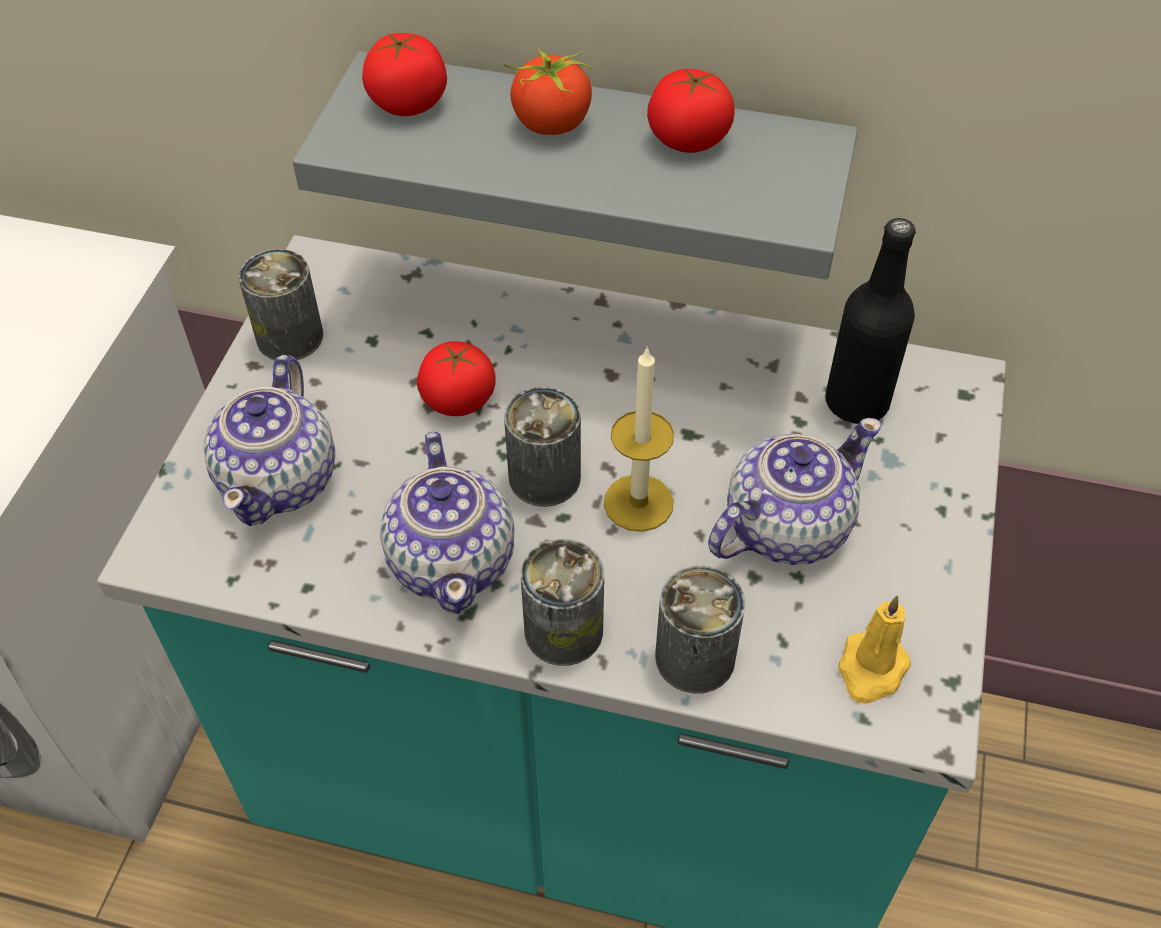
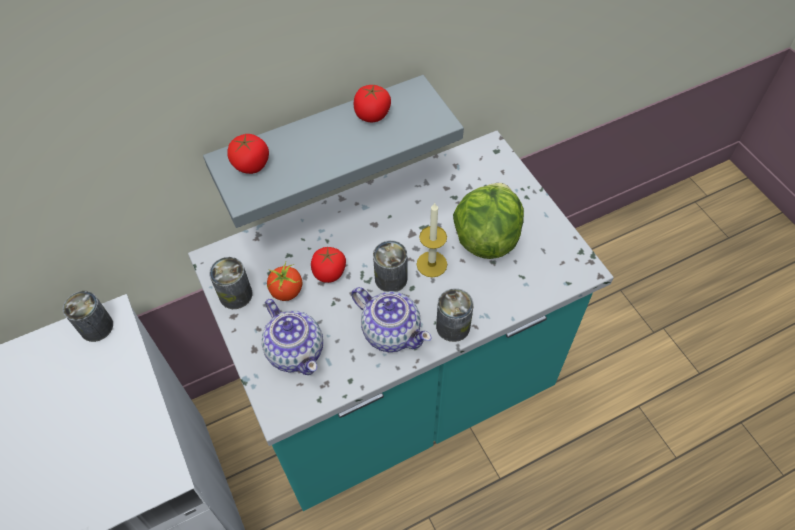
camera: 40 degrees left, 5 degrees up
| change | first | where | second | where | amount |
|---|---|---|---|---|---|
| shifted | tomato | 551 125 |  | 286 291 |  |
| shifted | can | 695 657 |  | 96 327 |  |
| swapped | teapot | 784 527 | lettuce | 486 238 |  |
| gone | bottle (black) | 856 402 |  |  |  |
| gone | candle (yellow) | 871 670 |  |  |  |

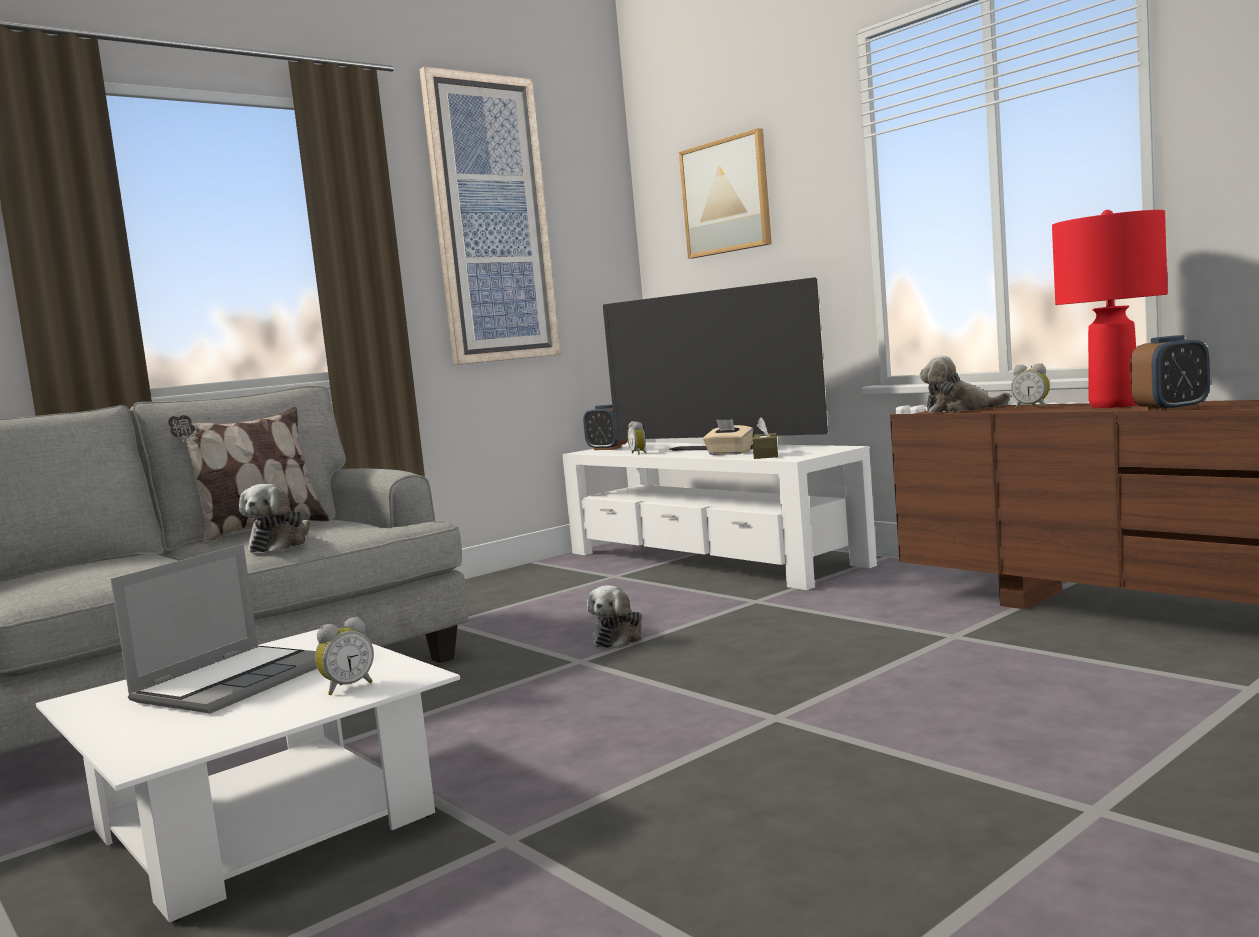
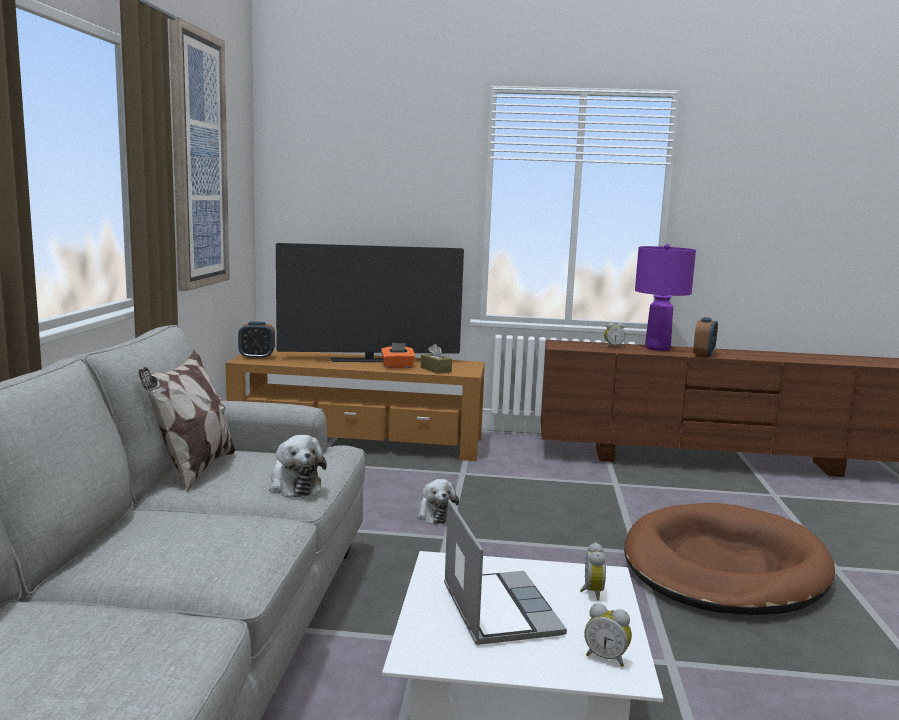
camera: 45 degrees left, 5 degrees up
| change | first | where | second | where | amount |
|---|---|---|---|---|---|
| repainted | tv stand (white) | 709 559 | tv stand (brown) | 358 441 |  |
| shifted | alarm clock | 639 453 |  | 606 657 |  |
| gone | picture | 726 196 |  |  |  |
| repainted | tissue box (beige) | 729 453 | tissue box (orange) | 397 366 |  |
| gone | plush toy | 959 409 |  |  |  |
| repainted | table lamp (red) | 1114 405 | table lamp (purple) | 657 348 |  |
| new |  |  | dog bed (brown) | 724 567 |  |

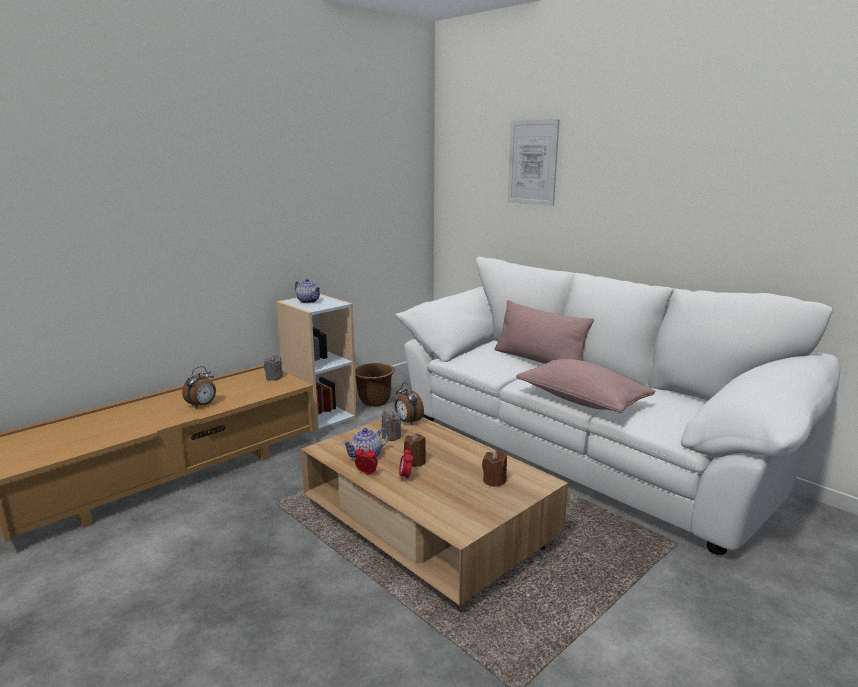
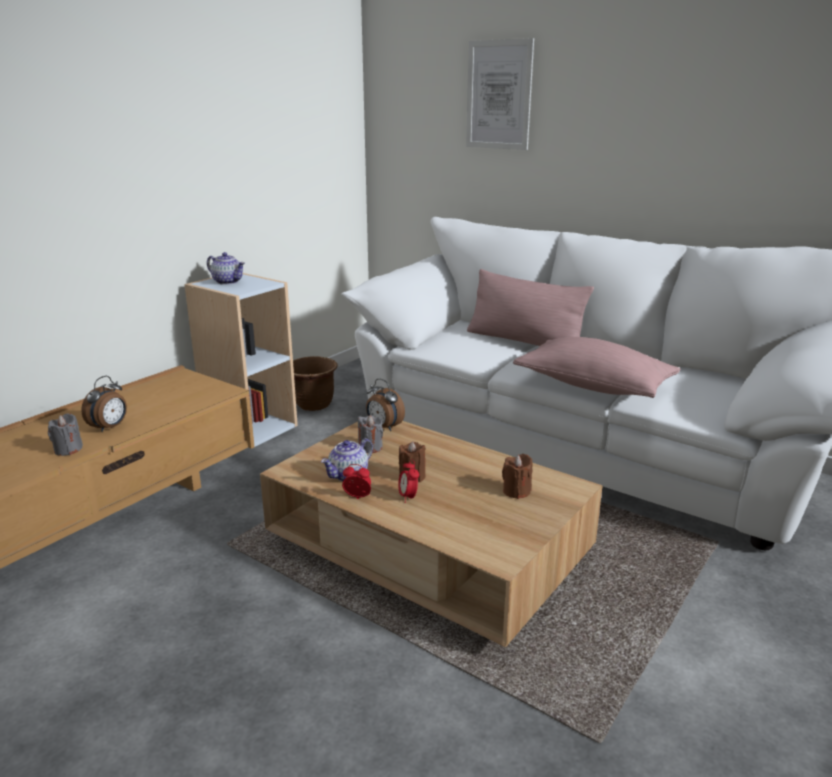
camera: 10 degrees left, 5 degrees up
| change | first | where | second | where | amount |
|---|---|---|---|---|---|
| shifted | candle (grey) | 274 377 |  | 68 450 |  |

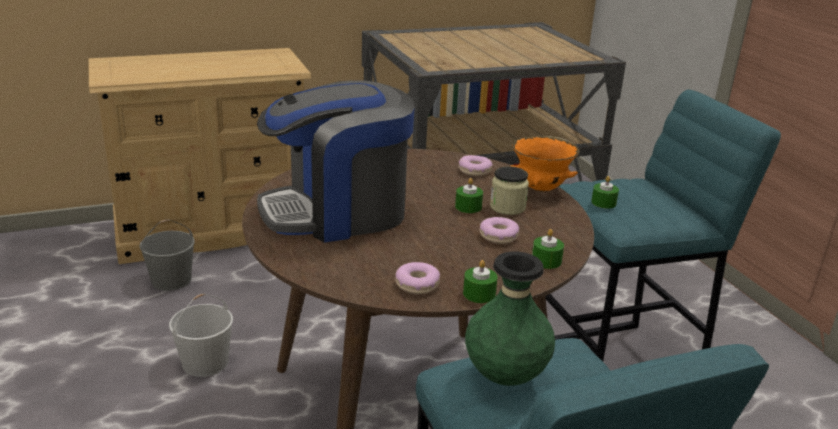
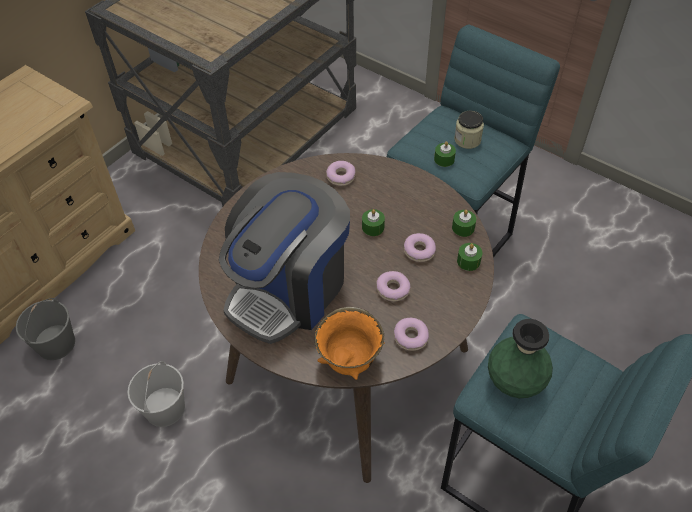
camera: 30 degrees left, 25 degrees up
| change | first | where | second | where | amount |
|---|---|---|---|---|---|
| shifted | candle (green) | 479 294 |  | 463 228 |  |
| shifted | jar | 507 207 |  | 467 140 |  |
| shifted | bowl (orange) | 541 188 |  | 350 361 |  |
| new |  |  | donut | 393 289 |  |

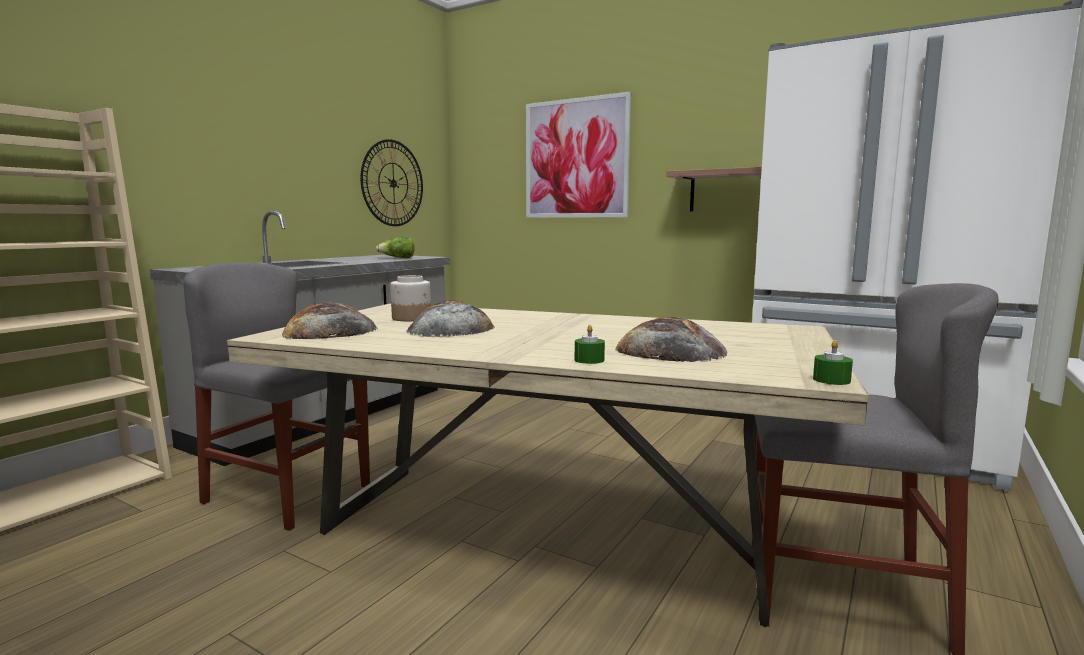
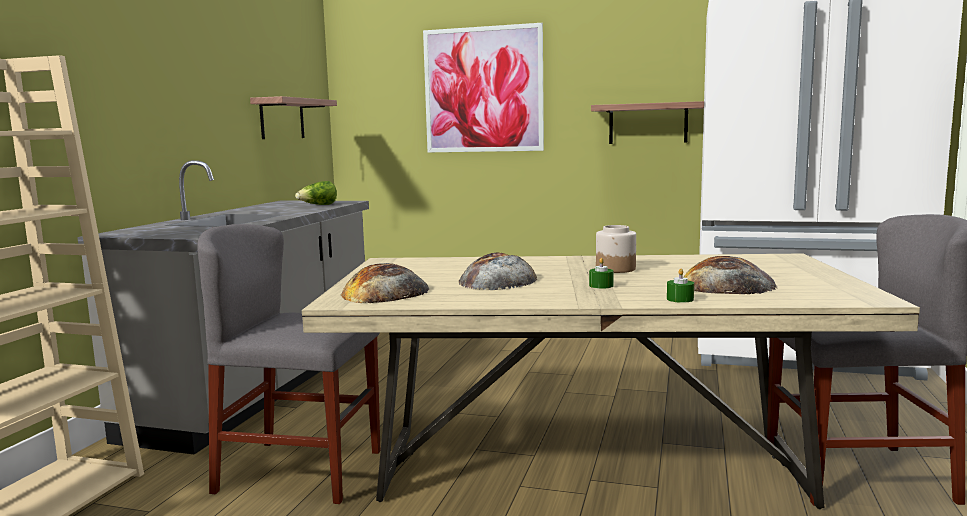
camera: 15 degrees left, 0 degrees up
| change | first | where | second | where | amount |
|---|---|---|---|---|---|
| swapped | wall clock | 393 183 | shelf | 282 119 |  |
| shifted | jar | 412 318 |  | 616 269 |  |
| shifted | candle (green) | 831 380 |  | 601 285 |  |

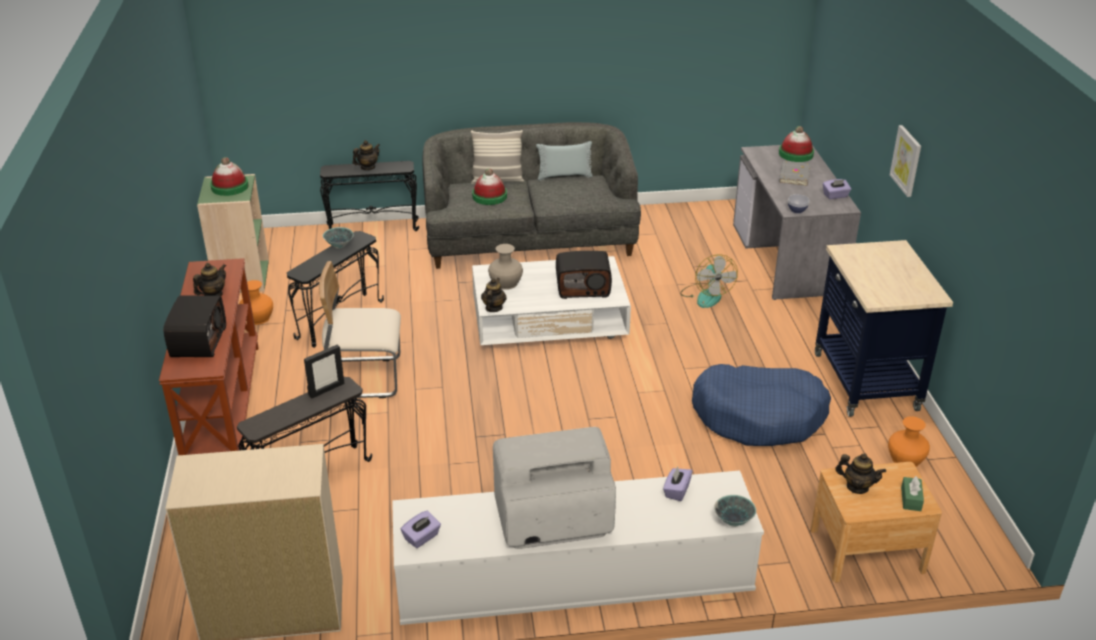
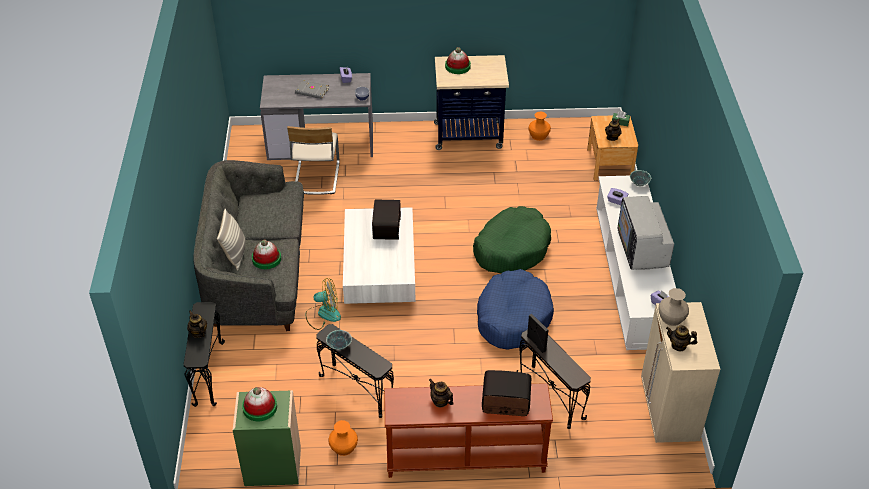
camera: 85 degrees left, 10 degrees up
| change | first | where | second | where | amount |
|---|---|---|---|---|---|
| shifted | chair (beige) | 361 378 |  | 316 177 |  |
| shifted | teapot | 493 308 |  | 679 345 |  |
| shifted | vase (beige) | 505 283 |  | 671 318 |  |
| gone | pillow (blue) | 564 176 |  |  |  |
| shifted | fan | 706 295 |  | 323 314 |  |
| shifted | dog bed (blue) | 759 416 |  | 513 317 |  |
| shifted | hat | 796 154 |  | 457 66 |  |
| gone | picture | 906 160 |  |  |  |
| new |  |  | dog bed (green) | 511 248 |  |

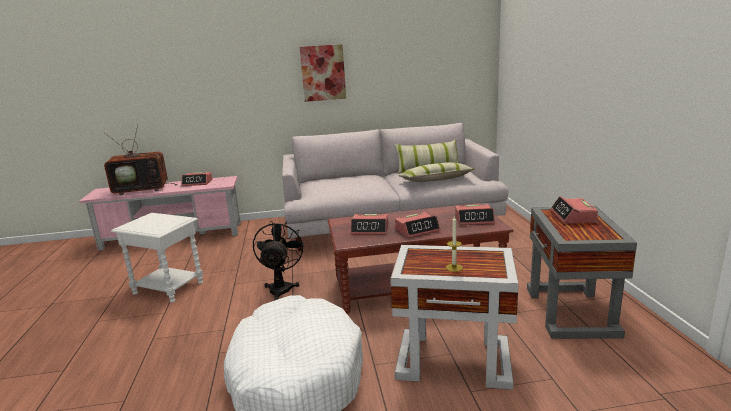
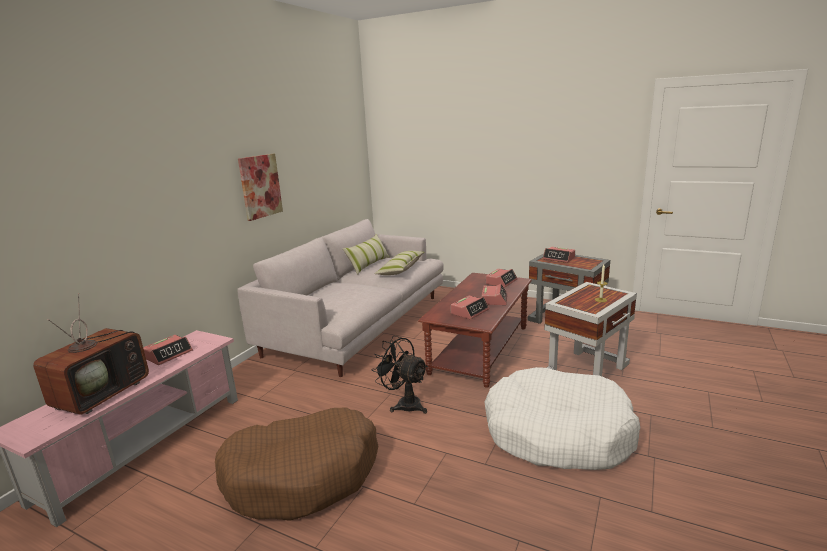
camera: 55 degrees left, 0 degrees up
| change | first | where | second | where | amount |
|---|---|---|---|---|---|
| swapped | side table (white) | 167 288 | dog bed (brown) | 303 474 |  |

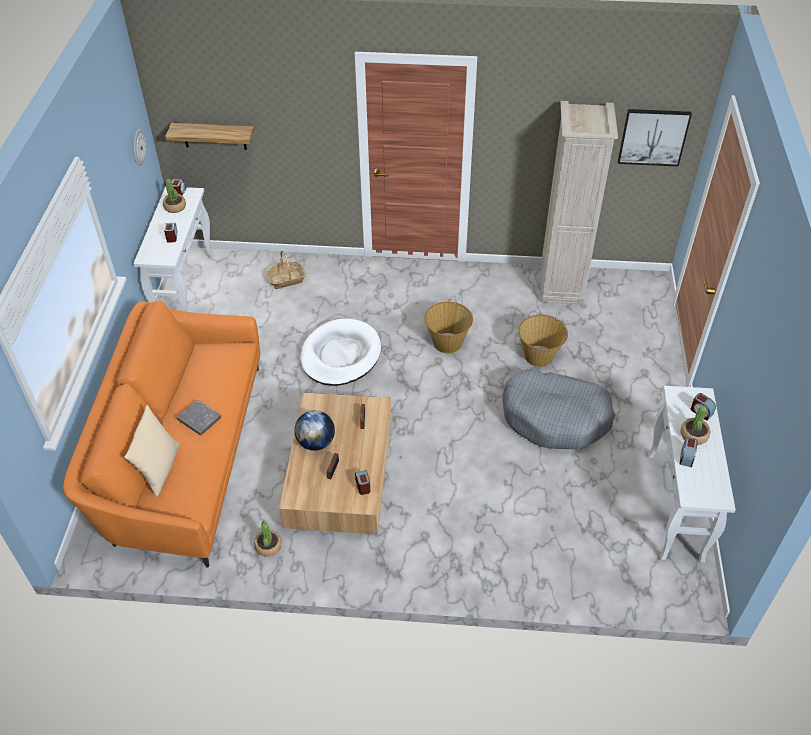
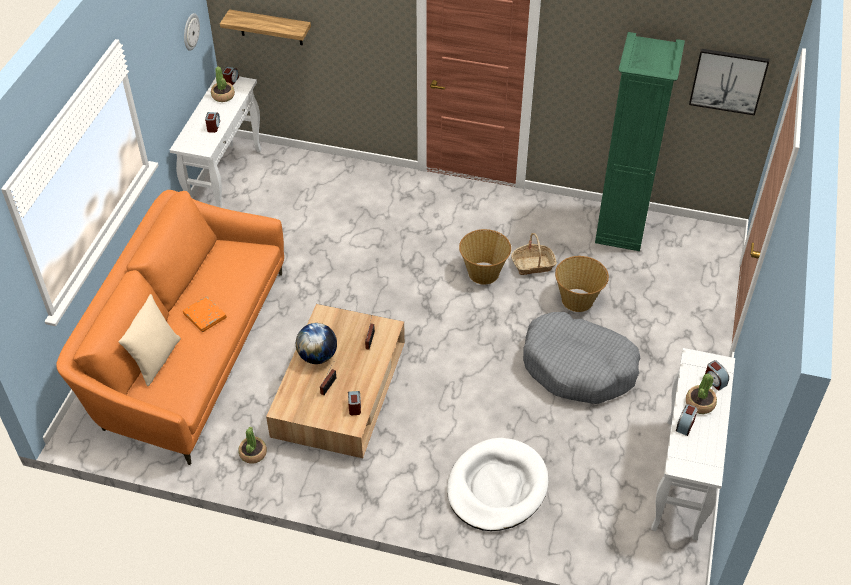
camera: 10 degrees right, 0 degrees up
| change | first | where | second | where | amount |
|---|---|---|---|---|---|
| repainted | book (grey) | 199 419 | book (orange) | 205 316 |  |
| shifted | basket | 287 279 |  | 533 265 |  |
| shifted | dog bed (white) | 340 355 |  | 496 487 |  |
| repainted | cabinet (beige) | 562 286 | cabinet (green) | 621 229 |  |

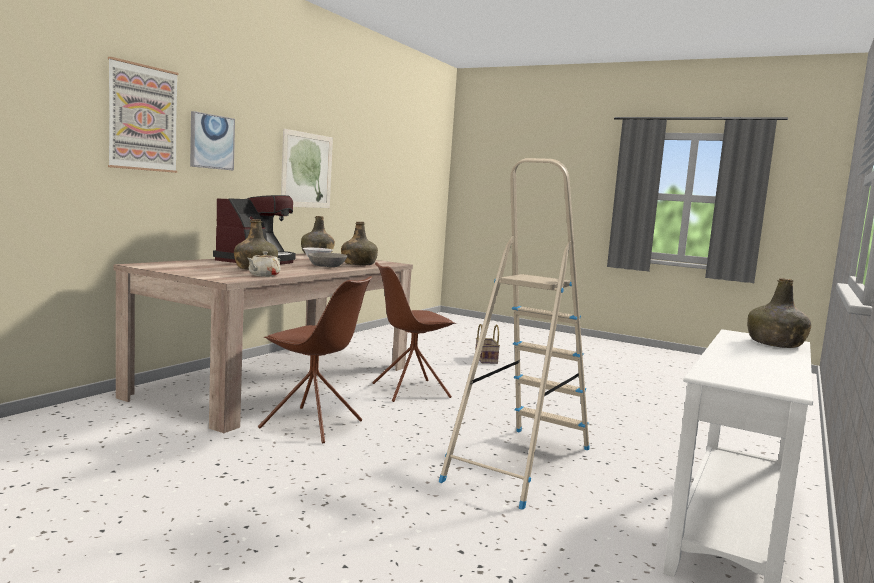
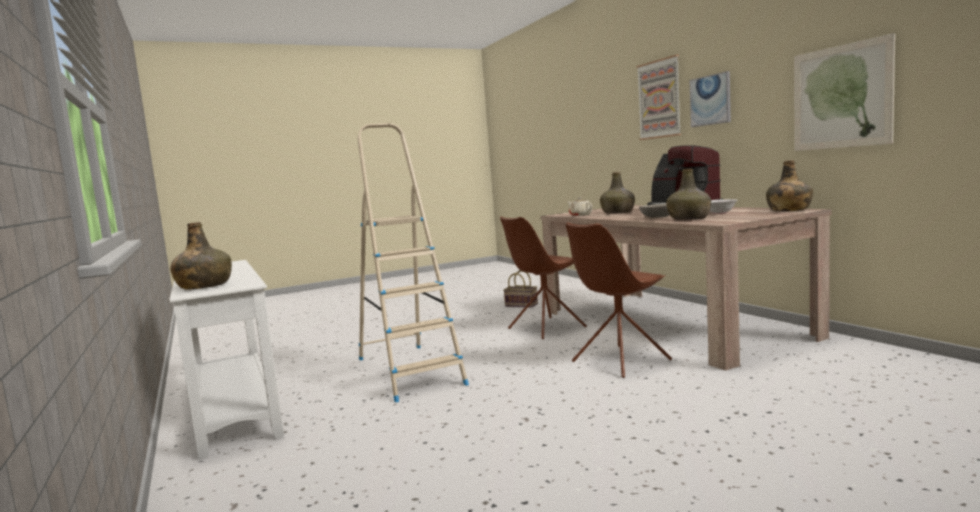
camera: 125 degrees right, 0 degrees up
| change | first | where | second | where | amount |
|---|---|---|---|---|---|
| rotated | chair (brown) | 409 390 |  | 619 361 | 135 degrees counterclockwise |
| shifted | basket | 485 359 |  | 522 305 |  |

